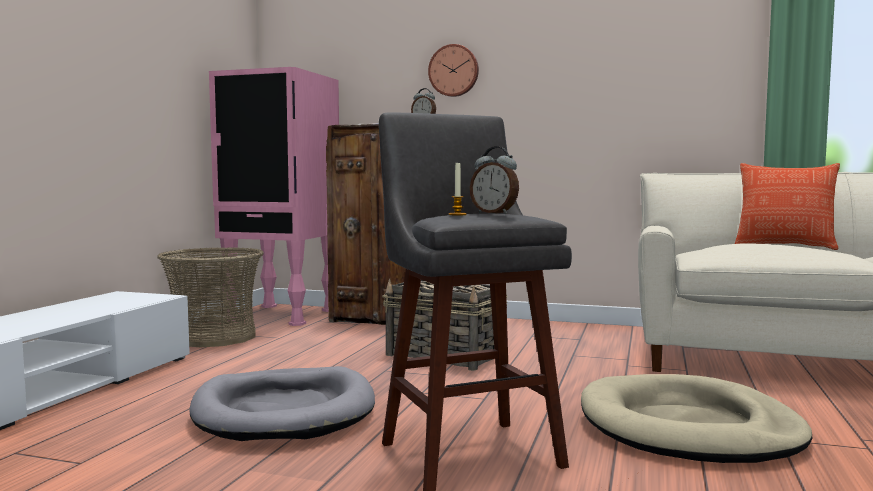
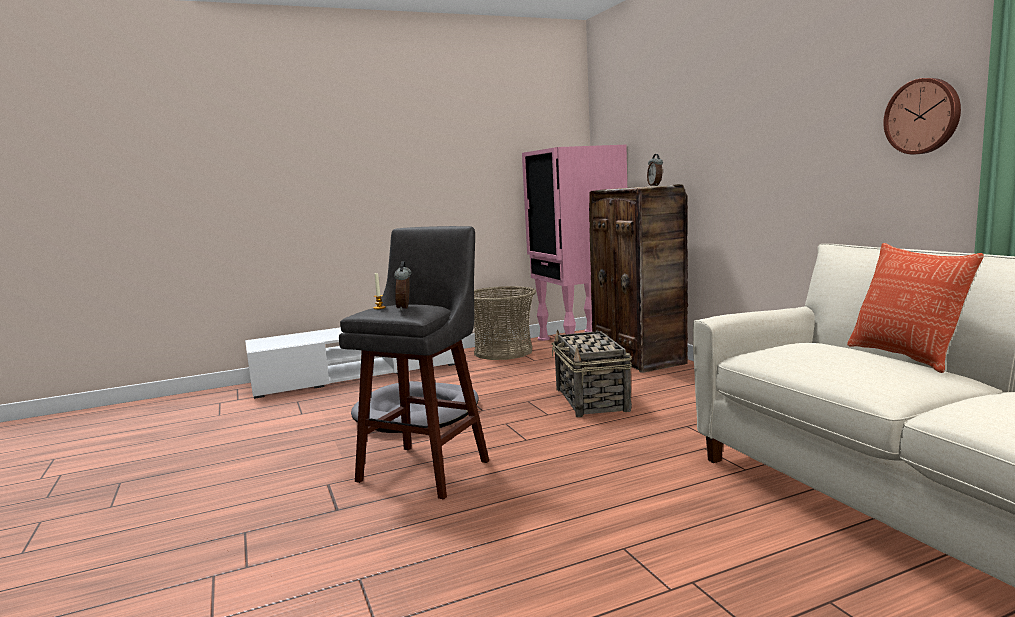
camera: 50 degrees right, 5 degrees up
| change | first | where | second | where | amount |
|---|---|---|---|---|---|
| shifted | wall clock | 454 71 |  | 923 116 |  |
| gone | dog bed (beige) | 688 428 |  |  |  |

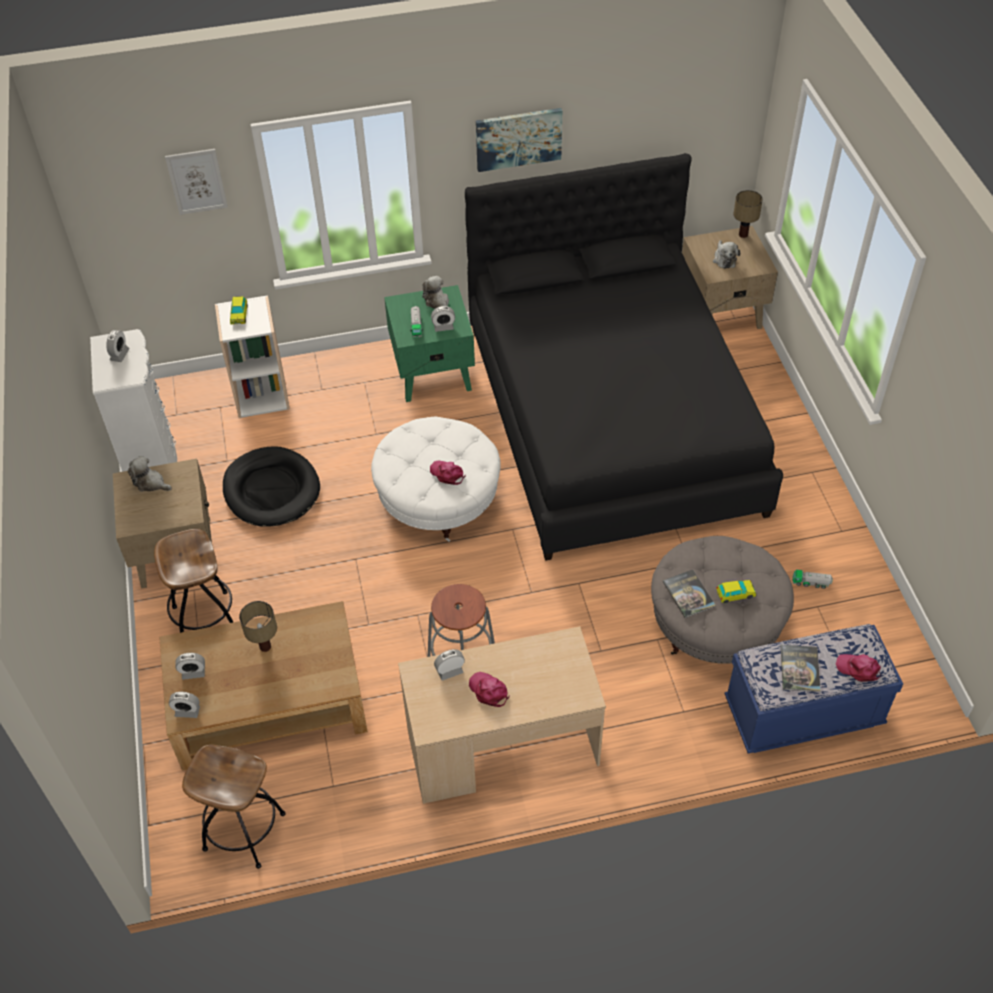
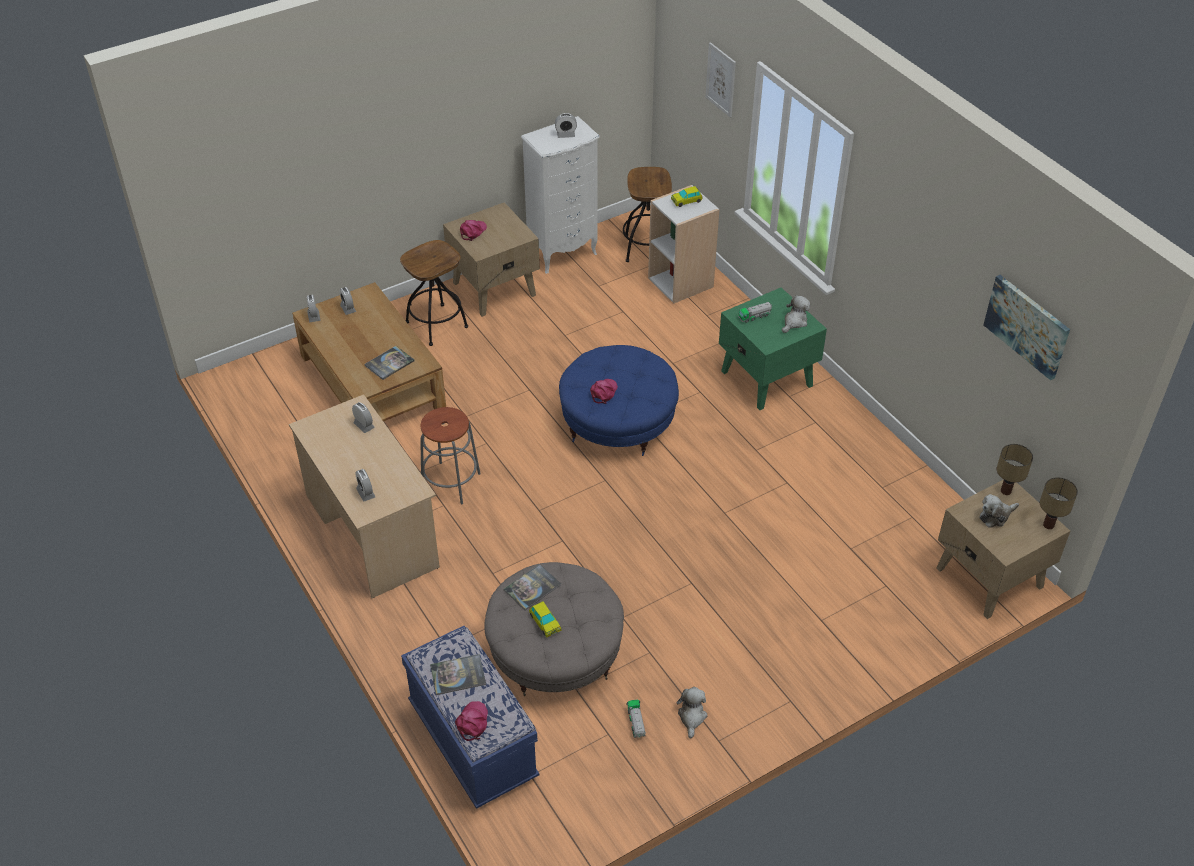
camera: 70 degrees right, 5 degrees down
| change | first | where | second | where | amount |
|---|---|---|---|---|---|
| shifted | plush toy | 150 483 |  | 692 717 |  |
| shifted | stool (brown) | 244 831 |  | 647 248 |  |
| gone | dog bed (black) | 271 490 |  |  |  |
| shifted | table lamp | 265 646 |  | 1006 491 |  |
| repainted | ottoman (white) | 438 498 | ottoman (blue) | 618 422 |  |
| shifted | alarm clock | 443 327 |  | 365 493 |  |
| gone | bed (black) | 612 418 |  |  |  |
| shifted | cap (pink) | 489 691 |  | 473 232 |  |
| shifted | picture | 518 138 |  | 1027 326 |  |
| new |  |  | book | 389 363 |  |

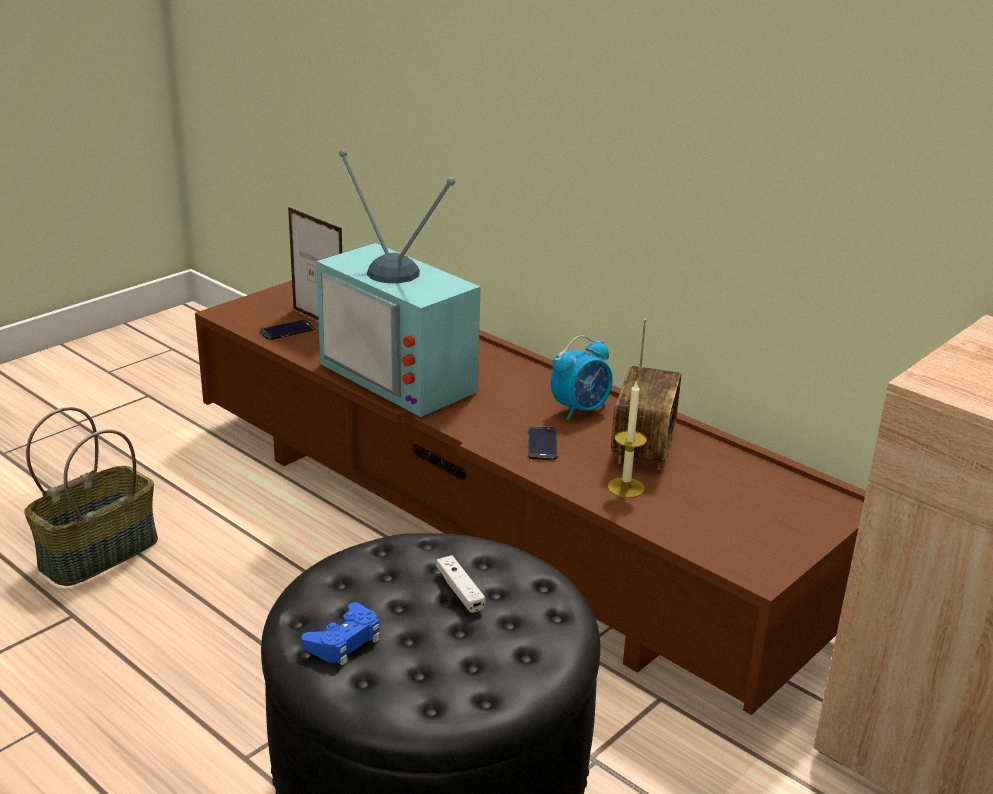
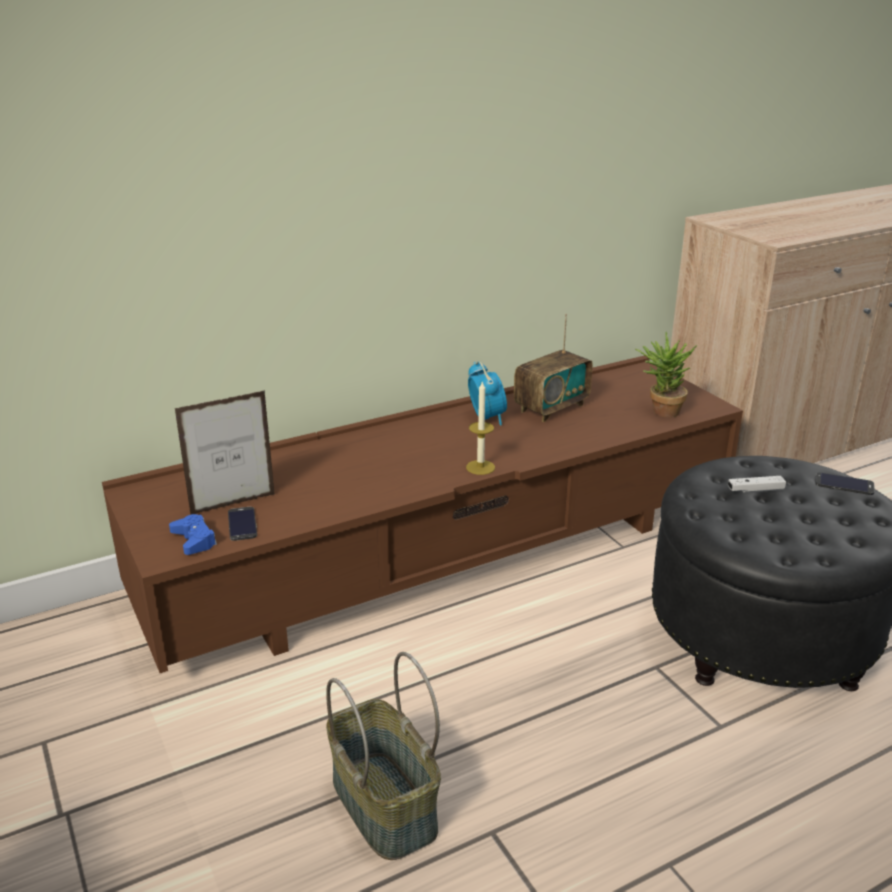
camera: 70 degrees left, 0 degrees up
| change | first | where | second | where | amount |
|---|---|---|---|---|---|
| shifted | game controller (blue) | 344 641 |  | 194 540 |  |
| gone | television | 405 376 |  |  |  |
| shifted | phone | 542 444 |  | 844 484 |  |
| shifted | candle | 626 488 |  | 480 467 |  |
| rotated | radio | 643 446 |  | 551 408 | 105 degrees clockwise |
| new |  |  | potted plant | 660 411 |  |

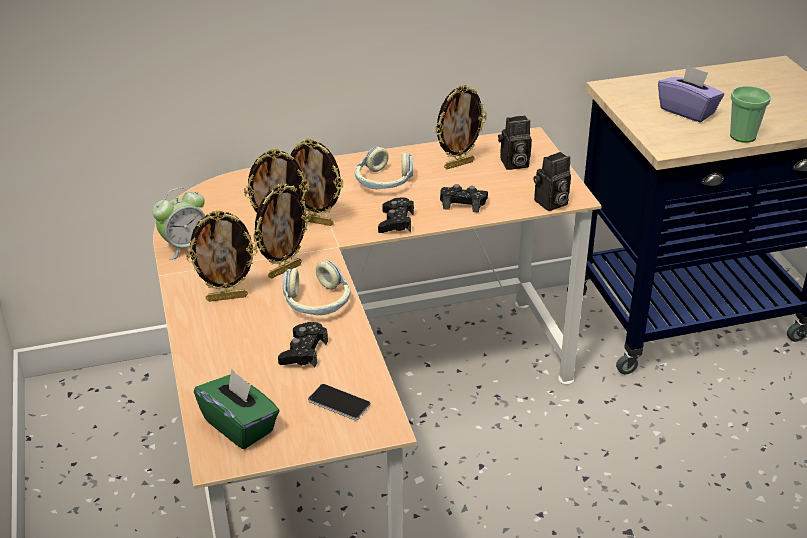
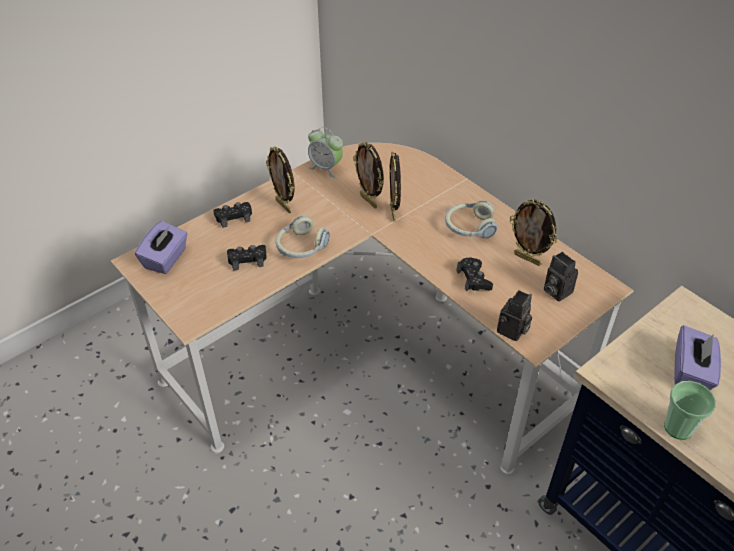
camera: 65 degrees right, 10 degrees up
| change | first | where | second | where | amount |
|---|---|---|---|---|---|
| repainted | tissue box (green) | 240 425 | tissue box (purple) | 166 259 |  |
| gone | picture frame | 284 270 |  |  |  |
| gone | phone | 339 403 |  |  |  |
| shifted | game controller (black) | 396 222 |  | 234 217 |  |
| rotated | photo camera | 551 204 |  | 512 331 | 90 degrees counterclockwise |

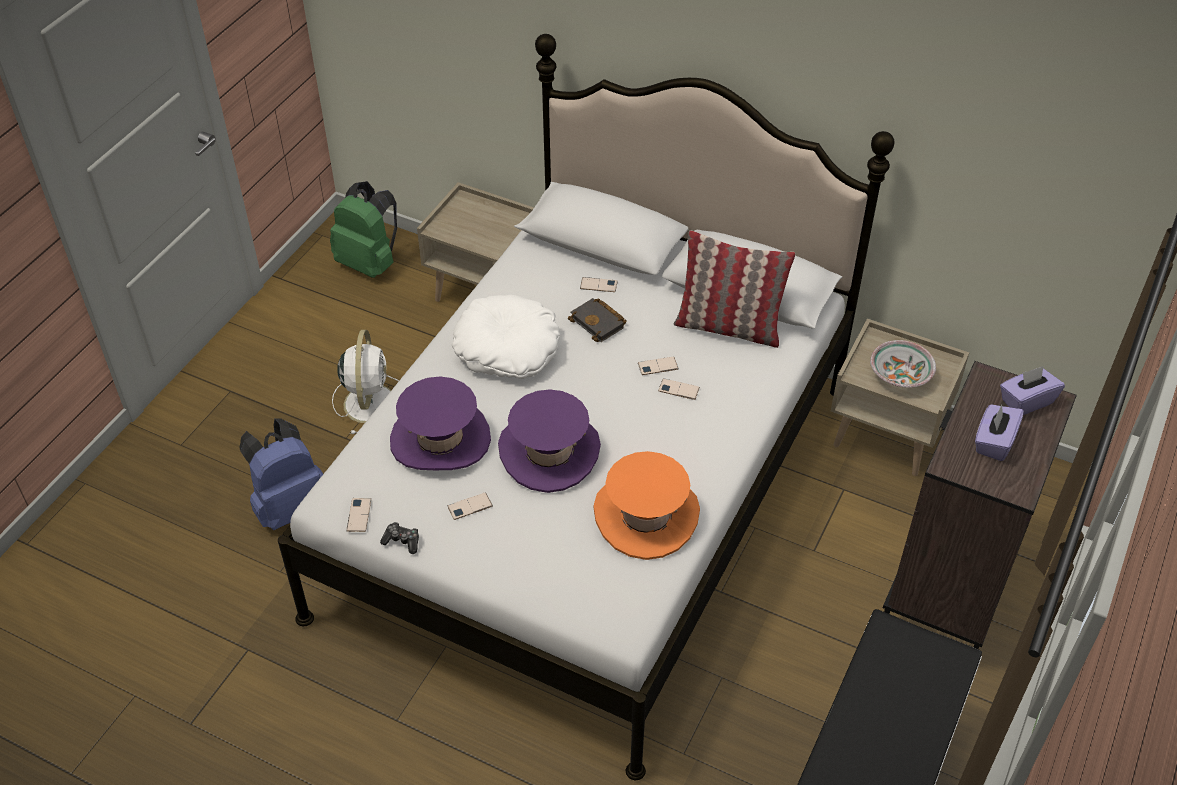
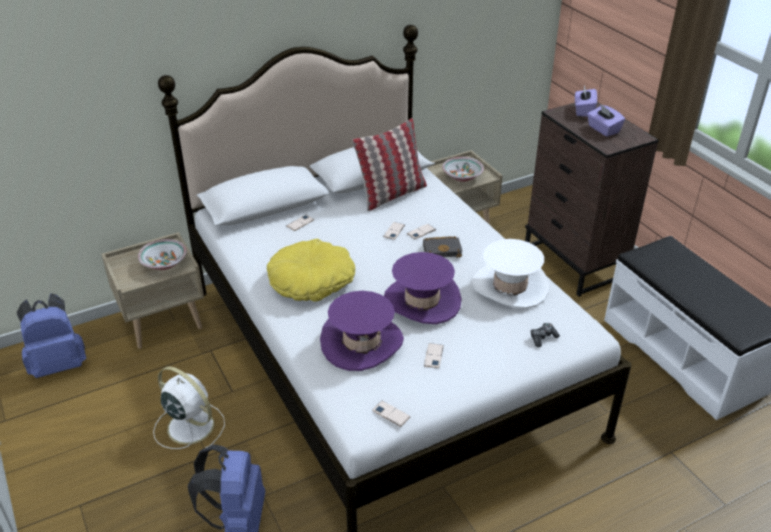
camera: 55 degrees left, 10 degrees down
| change | first | where | second | where | amount |
|---|---|---|---|---|---|
| repainted | backpack (green) | 370 263 | backpack (blue) | 59 364 |  |
| shifted | game controller | 402 541 |  | 543 338 |  |
| repainted | pillow (white) | 508 348 | pillow (yellow) | 310 280 |  |
| shifted | book (black) | 599 323 |  | 443 250 |  |
| repainted | hat (orange) | 646 516 | hat (white) | 510 286 |  |
| new |  |  | bowl | 164 263 |  |

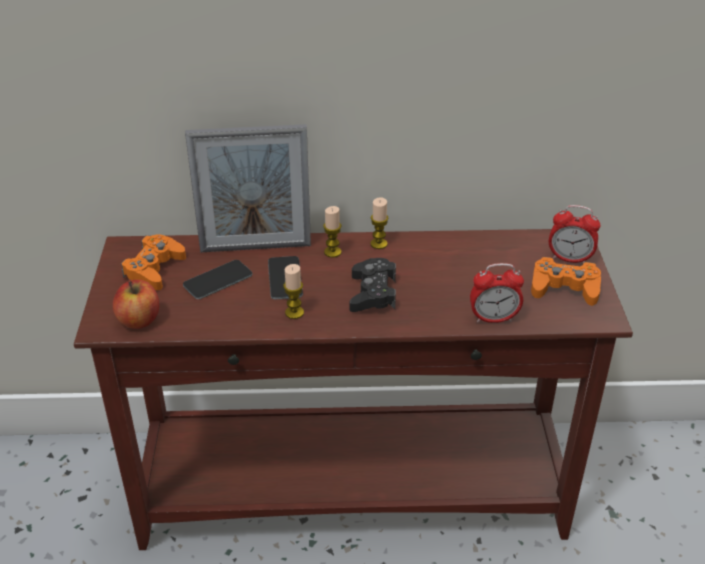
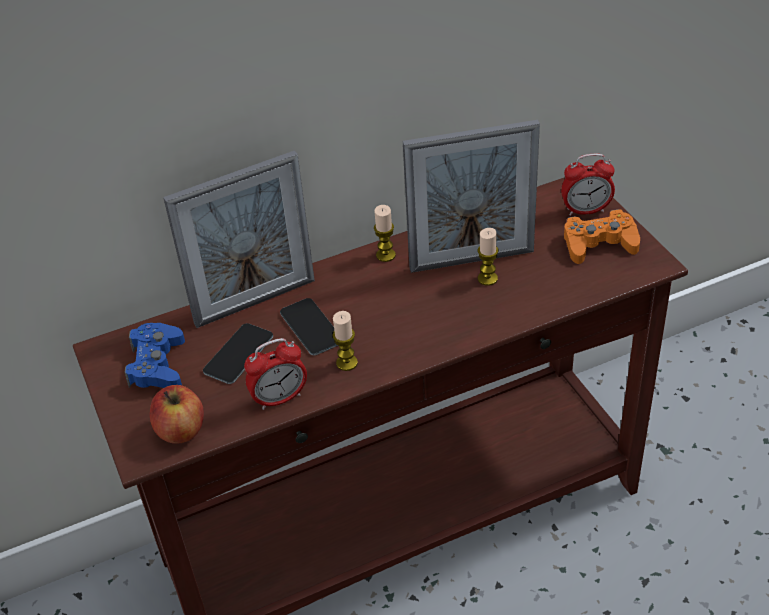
camera: 20 degrees left, 5 degrees up
| change | first | where | second | where | amount |
|---|---|---|---|---|---|
| repainted | game controller (orange) | 154 269 | game controller (blue) | 157 365 |  |
| shifted | candle | 332 252 |  | 487 278 |  |
| gone | game controller (black) | 373 293 |  |  |  |
| shifted | alarm clock | 493 319 |  | 280 398 |  |
| new |  |  | picture frame | 471 260 |  |

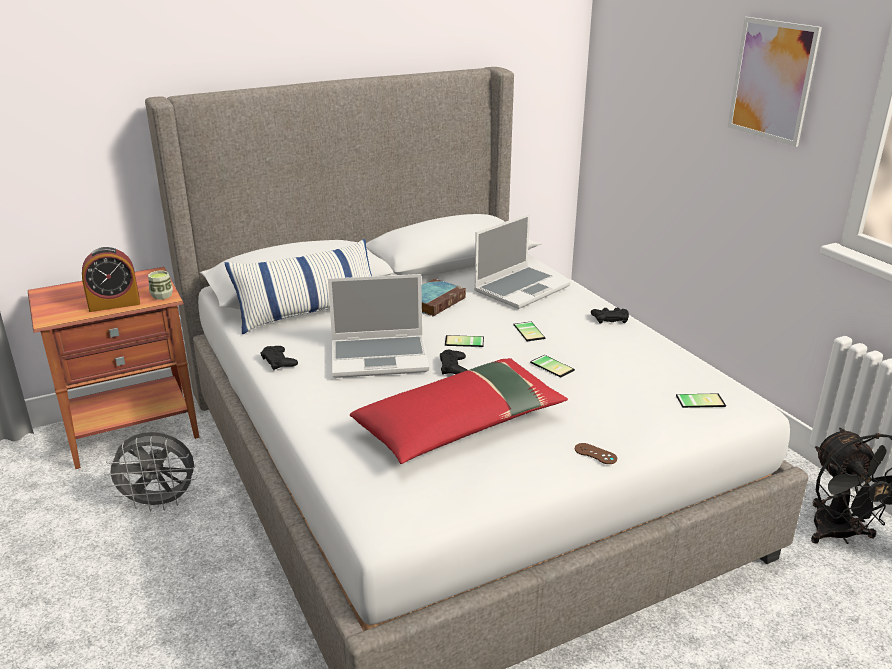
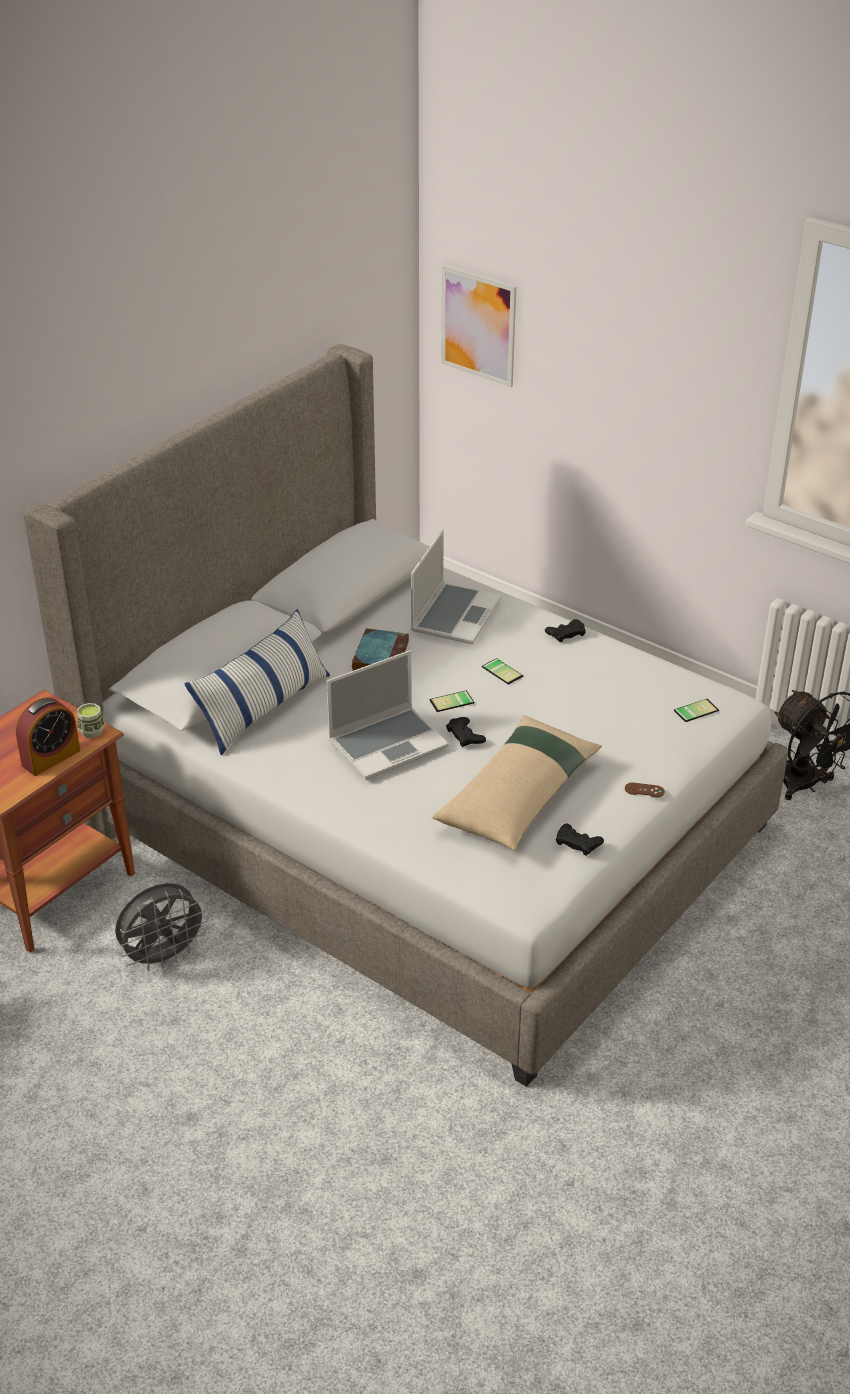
camera: 25 degrees left, 10 degrees up
| change | first | where | second | where | amount |
|---|---|---|---|---|---|
| shifted | game controller (black) | 279 361 |  | 578 842 |  |
| repainted | pillow (red) | 461 424 | pillow (beige) | 519 795 |  |
| gone | phone | 553 365 |  |  |  |
| shifted | picture | 772 80 |  | 478 325 |  |

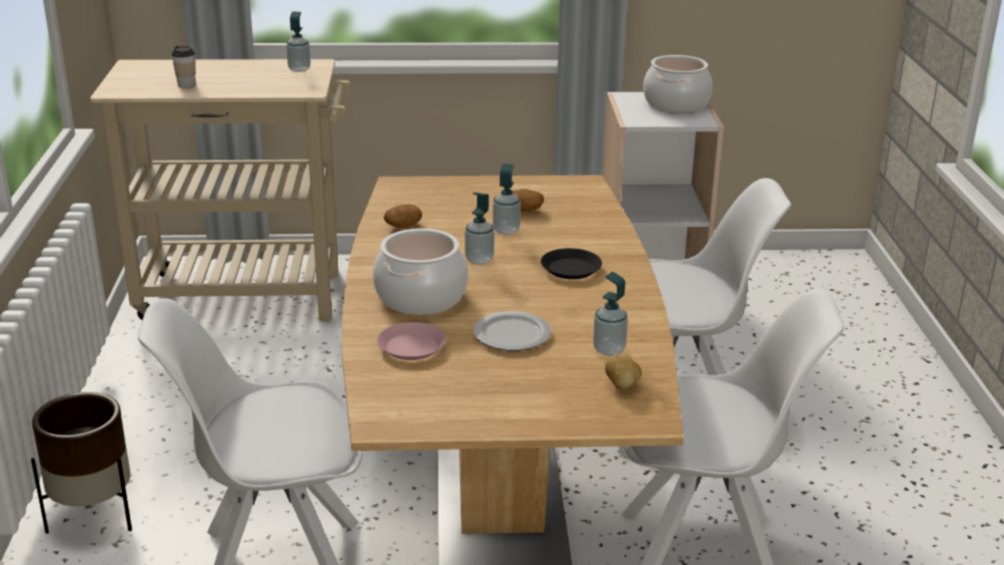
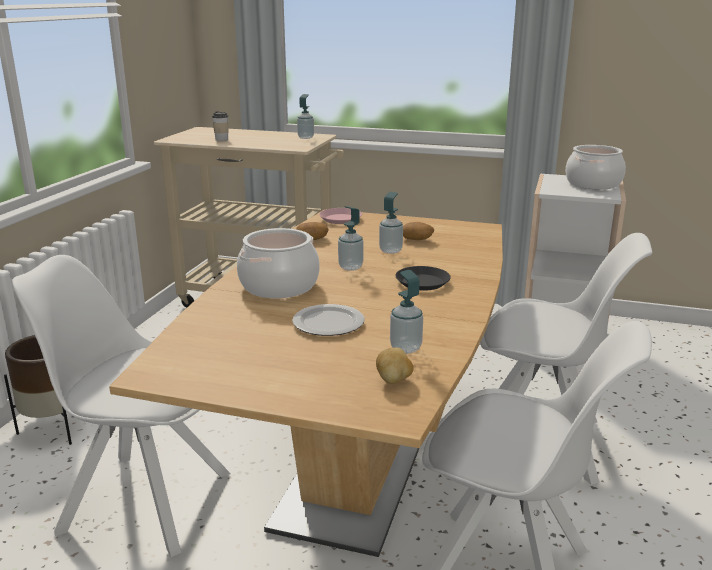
camera: 20 degrees right, 5 degrees down
| change | first | where | second | where | amount |
|---|---|---|---|---|---|
| shifted | plate (pink) | 411 347 |  | 340 219 |  |

